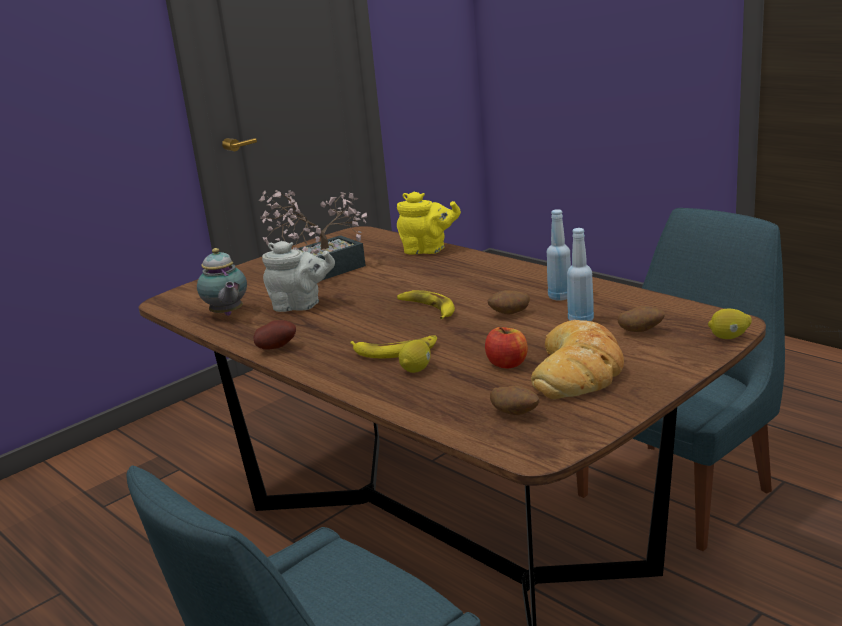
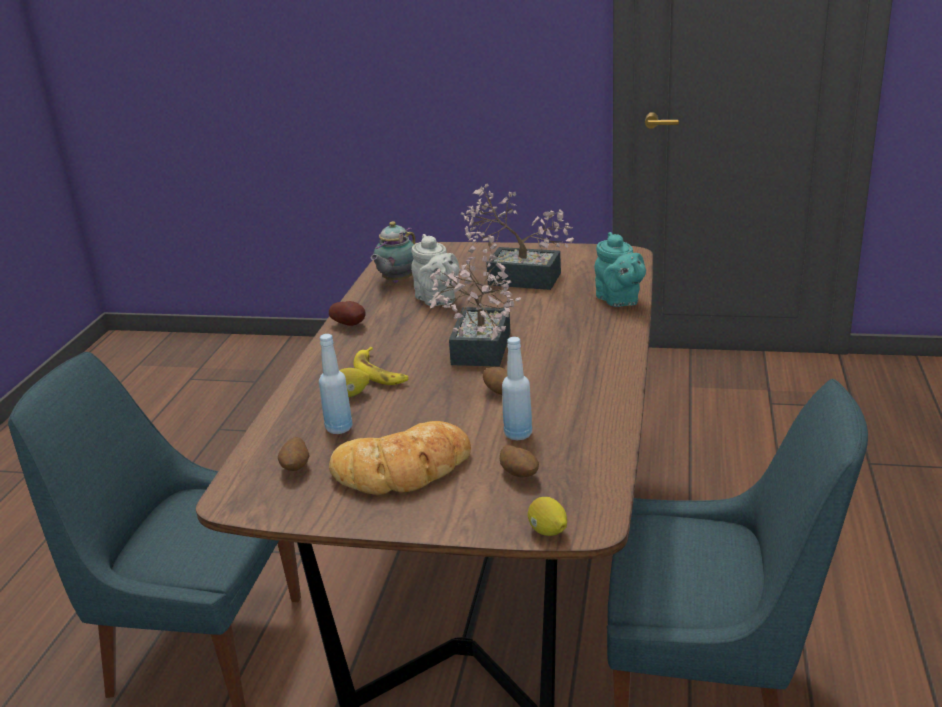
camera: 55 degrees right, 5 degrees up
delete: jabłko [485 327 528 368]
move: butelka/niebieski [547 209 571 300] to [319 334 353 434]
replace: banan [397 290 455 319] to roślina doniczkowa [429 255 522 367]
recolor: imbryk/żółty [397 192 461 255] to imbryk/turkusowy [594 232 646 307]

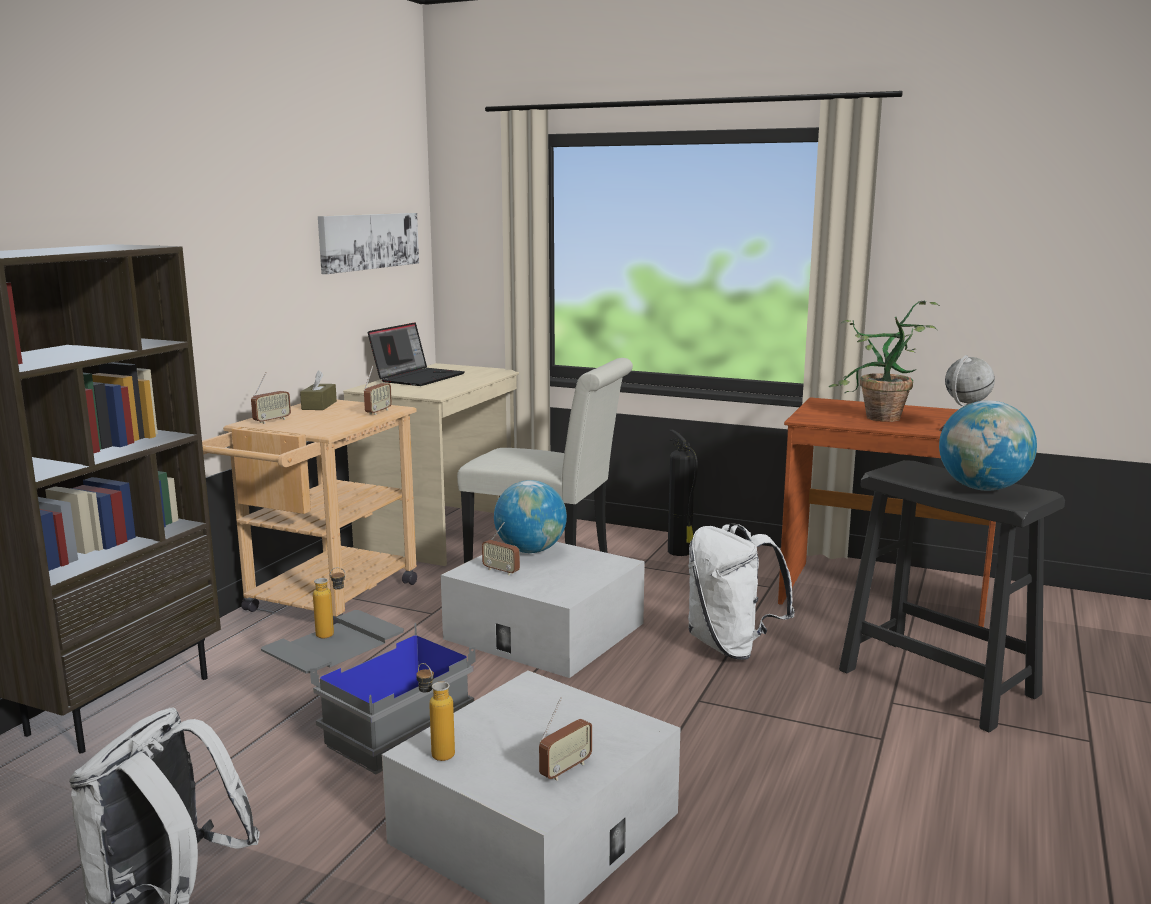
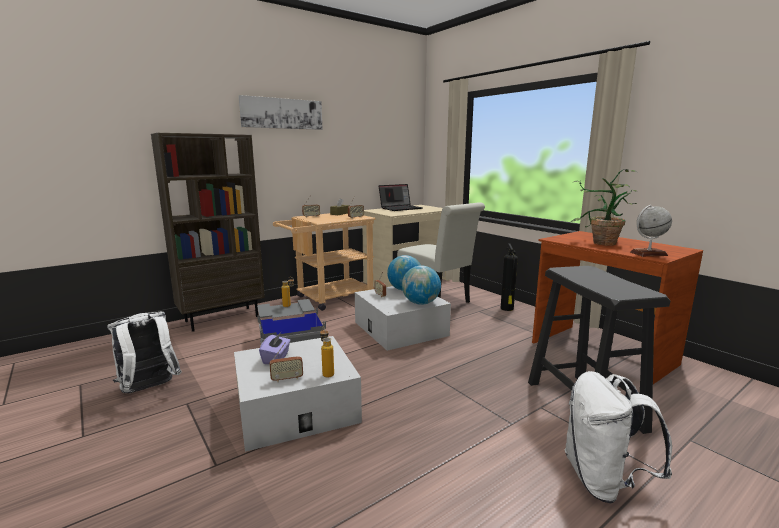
camera: 30 degrees right, 0 degrees up
insert: pudełko chusteczek/fioletowy [259 332 291 364]
move: obraz [318 213 419 274] to [239 95 323 130]; butelka [416 663 455 761] to [320 327 334 377]; globus [939 400 1037 491] to [402 265 441 305]; plecak/biały [688 523 795 660] to [564 371 672 503]

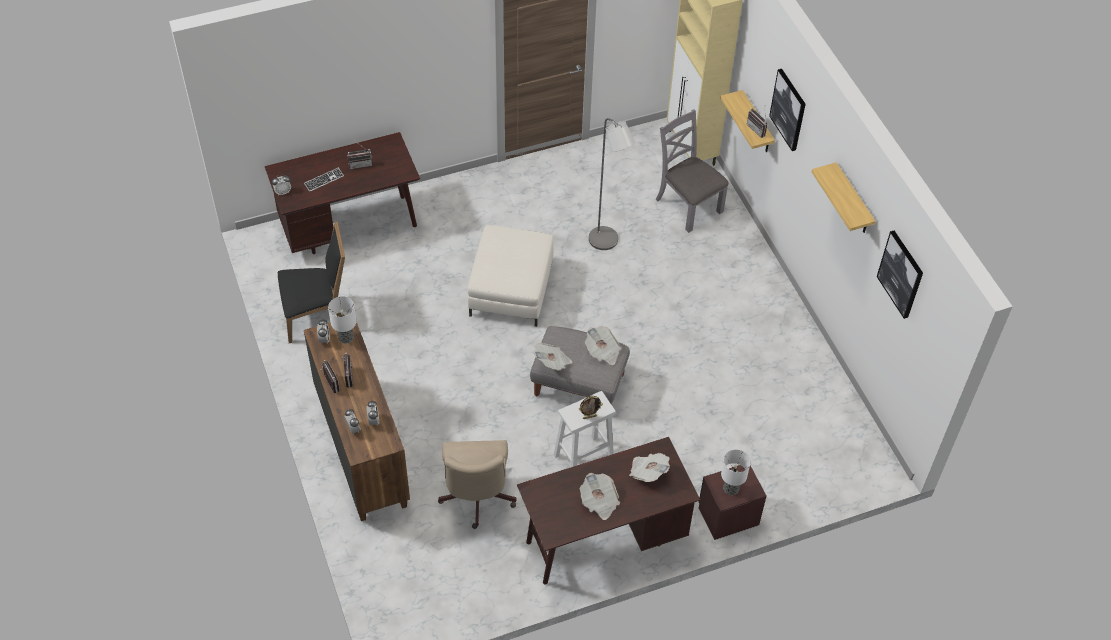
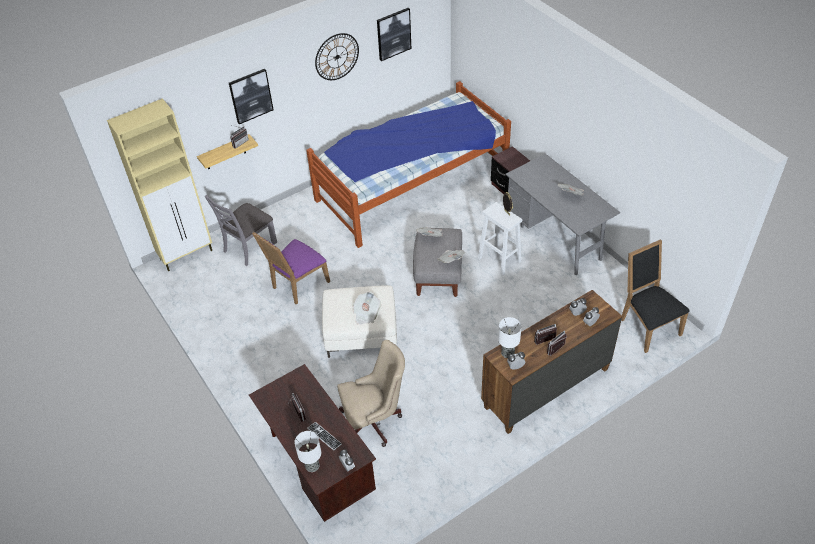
camera: 100 degrees left, 5 degrees down
insert: łóżko [306 81 511 248]
move: lampa stołowa [721 450 751 495] to [294 431 321 472]; krzesło biurowe/beżowy [438 440 517 529] to [337 340 405 447]; gazeta [629 453 670 482] to [353 292 381 324]; krzesło/czarny [278 221 345 343] to [621 239 690 353]
replace: lampa stojąca/szary [589 118 635 250] to krzesło/fioletowy [252 232 330 305]; półka [812 163 875 233] to zegar ścienny [315 33 359 80]
recolor: biurko/brązowy [517 437 700 585] to biurko/szary [506 154 620 275]

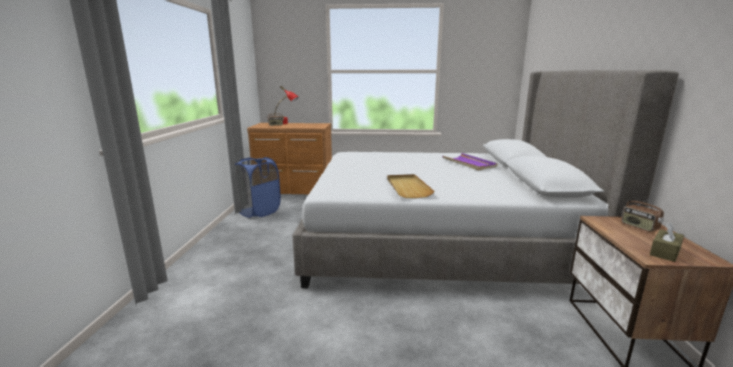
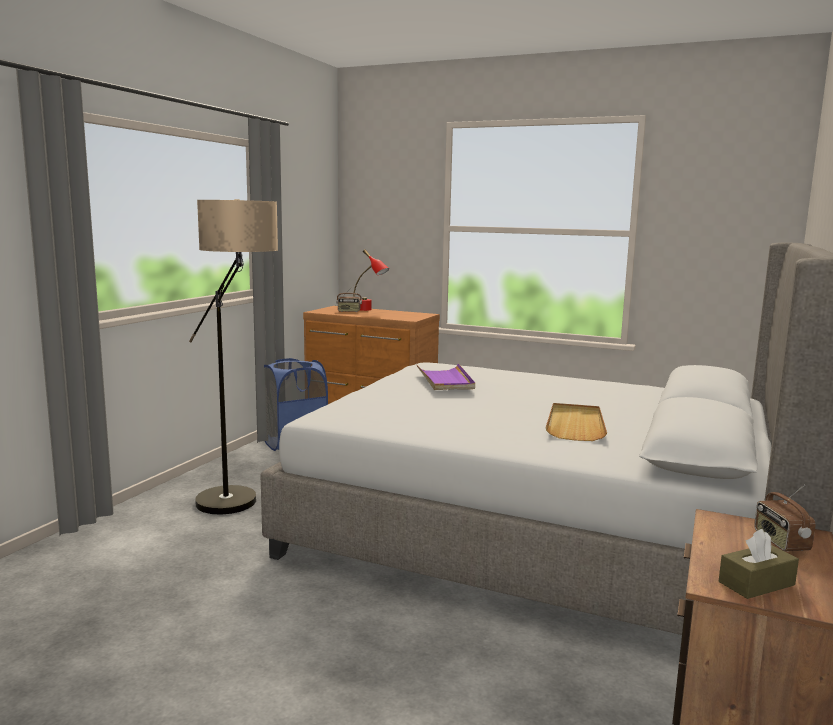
camera: 20 degrees right, 5 degrees down
insert: lampa stojąca [189 199 278 515]
move: taca/fioletowy [442 153 498 170] to [416 363 475 390]; taca/beżowy [387 174 434 198] to [545 403 607 441]

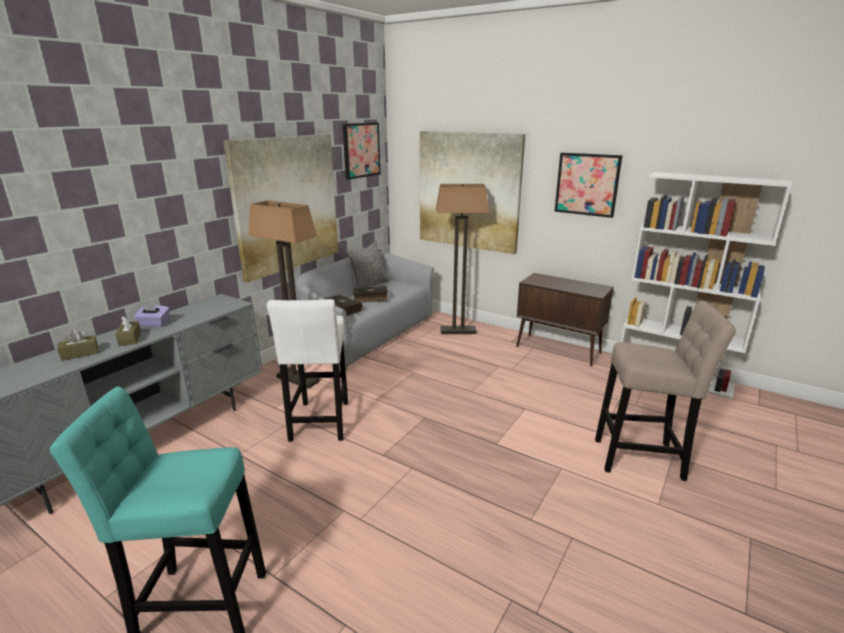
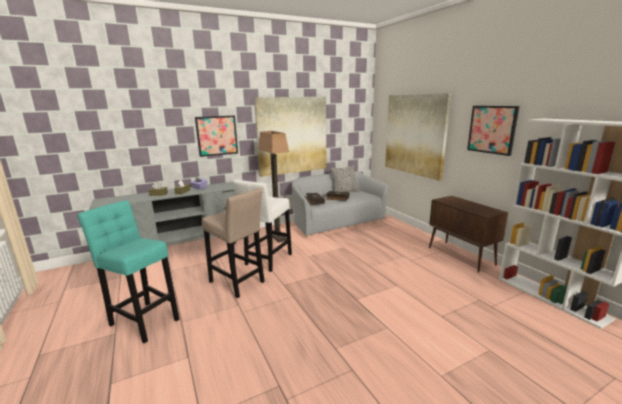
camera: 30 degrees right, 5 degrees down
delete: lampa stojąca [436 184 489 334]
move: obraz [343 123 380 180] to [195 116 238 157]; stołek/beżowy [595 301 736 481] to [202 188 265 298]

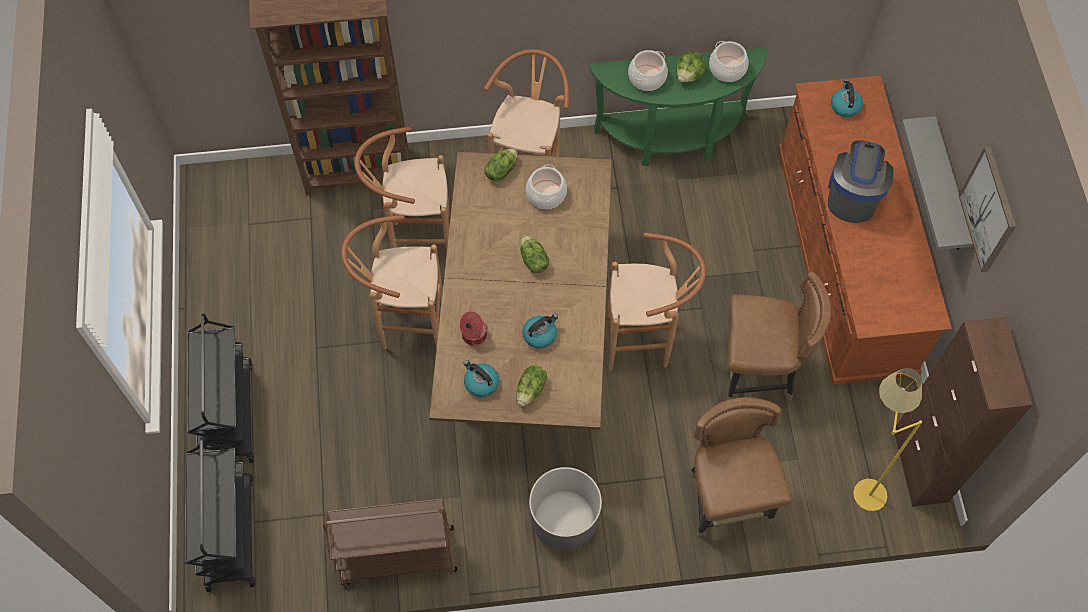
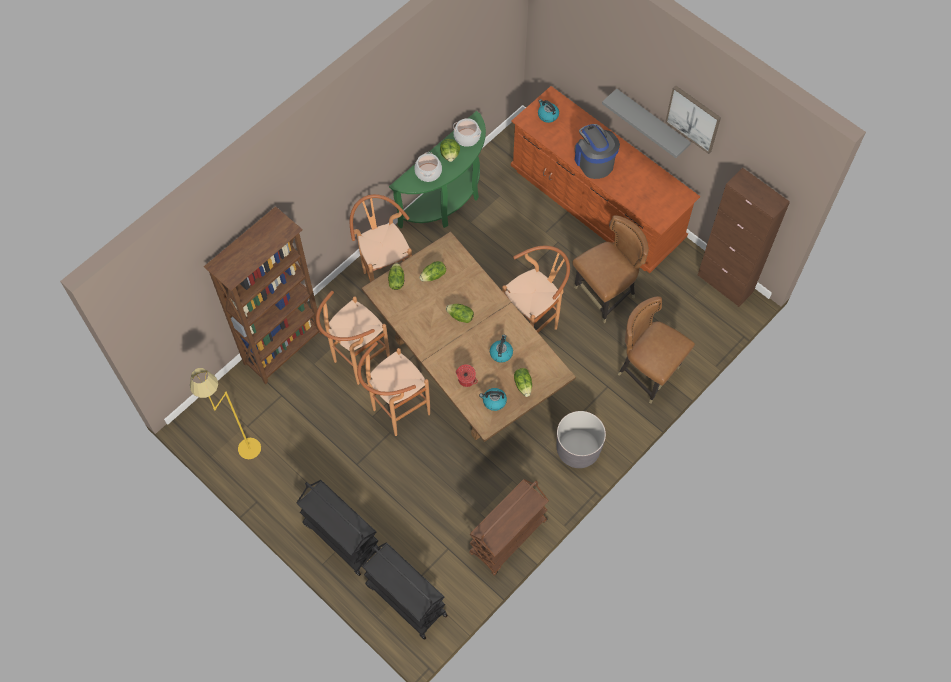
camera: 40 degrees left, 0 degrees up
move: lampa stojąca/żółty [853 368 922 511] to [190 368 261 459]
replace: garnek [526 164 567 209] to sałata [419 261 446 282]

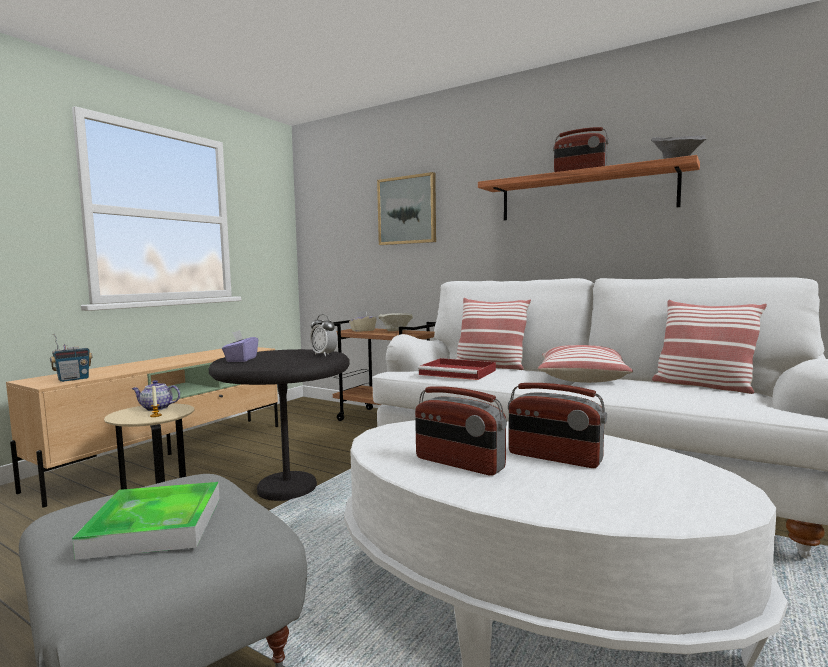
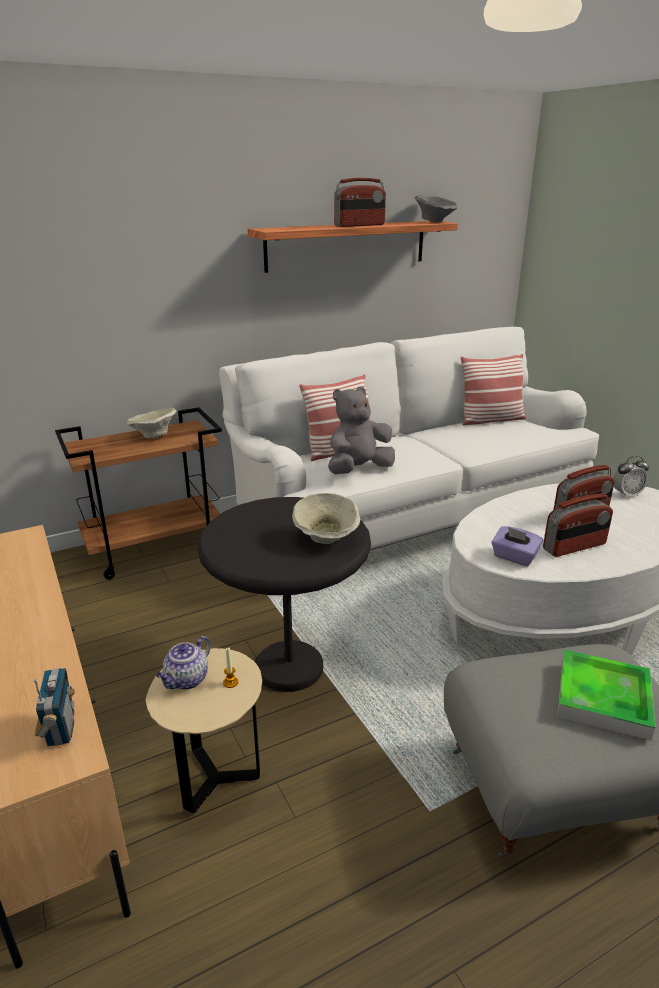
camera: 60 degrees left, 20 degrees up
delete: pudełko chusteczek/beżowy [349 311 377 332]; obraz [377 172 436 245]; poduszka [538 345 633 383]
insert: miska/beżowy [292 493 360 544]
move: pudełko chusteczek/fioletowy [222 330 258 362] to [492 526 543 566]; budzik [310 314 338 356] to [613 456 649 498]
replace: taca/czerwony [418 358 496 380] to pluszak/szary [328 387 395 474]

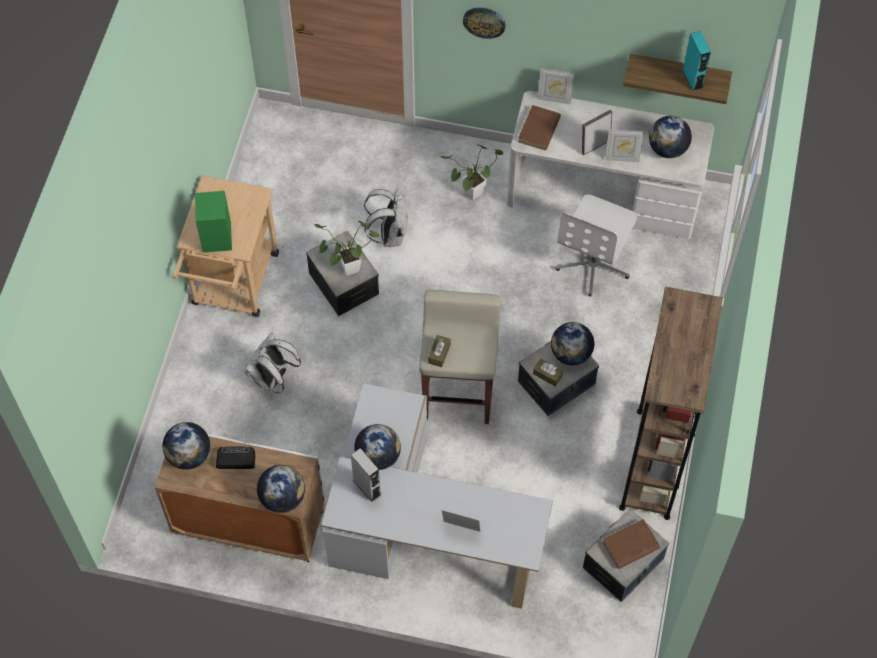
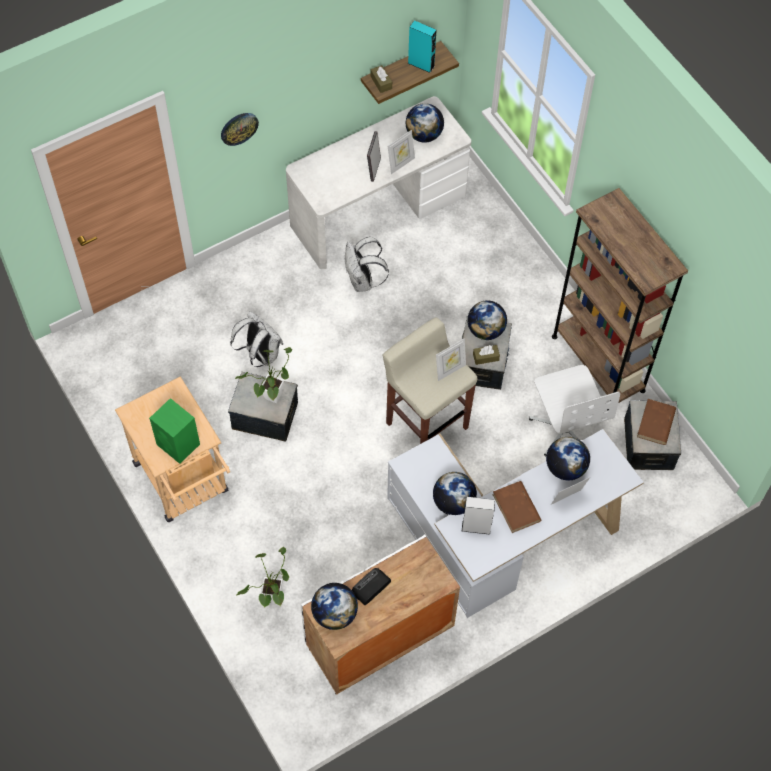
camera: 45 degrees left, 0 degrees up
move: roślina doniczkowa [441 145 503 200] to [237 547 289 608]; plecak/biały [245 332 301 393] to [345 237 389 292]; pudełko chusteczek/brązowy [428 335 451 367] to [370 65 392 93]; ramka na zdjęcie [538 69 574 104] to [436 339 466 381]; książka/brązowy [518 105 561 150] to [492 481 541 533]; krzesło biurowe/biały [555 194 638 297] to [529 365 620 456]; globus [257 465 305 513] to [546 437 590 480]

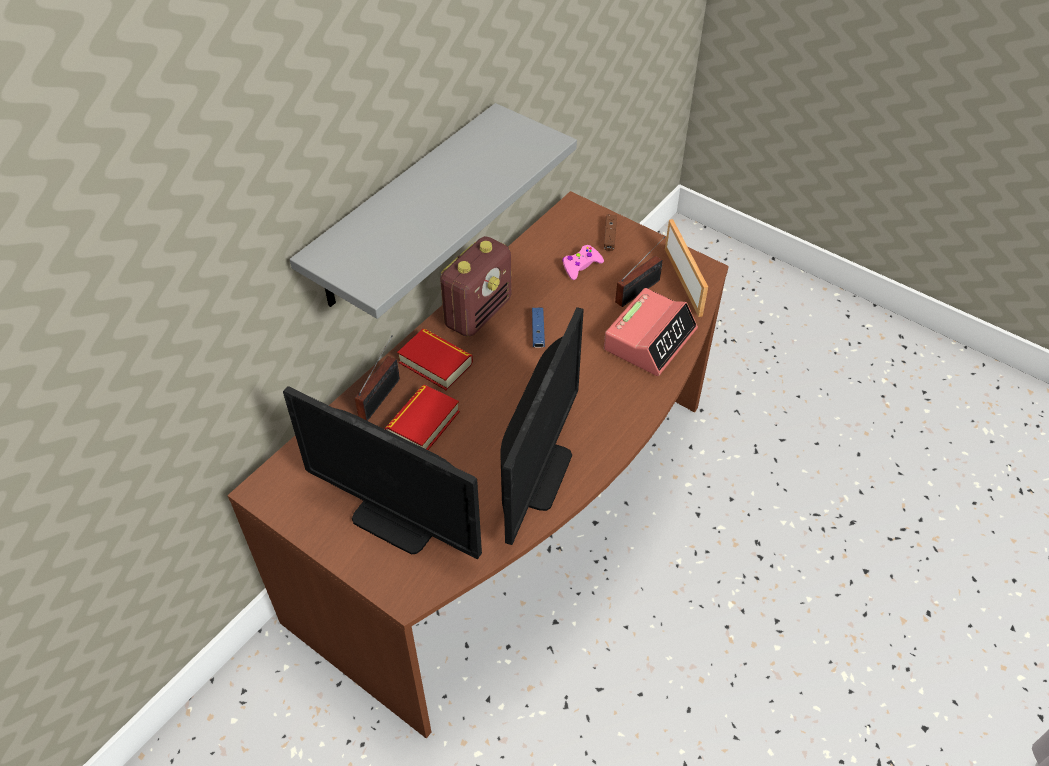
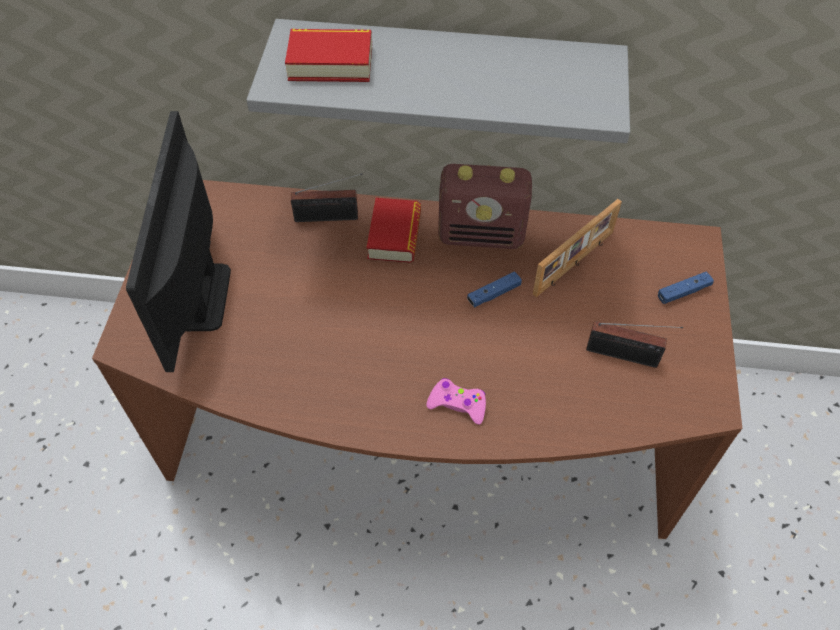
camera: 60 degrees right, 5 degrees up
delete: monitor [500 307 584 545]; budzik [604 288 698 376]
move: książka [385 385 460 450] to [285 29 372 82]; pad do gier/różowy [562 245 604 280] to [427 378 486 425]; ramka na zdjęcie [665 219 708 317] to [533 199 622 297]
recolor: pad do gier/brązowy [604 215 617 251] to pad do gier/niebieski [658 271 714 304]

